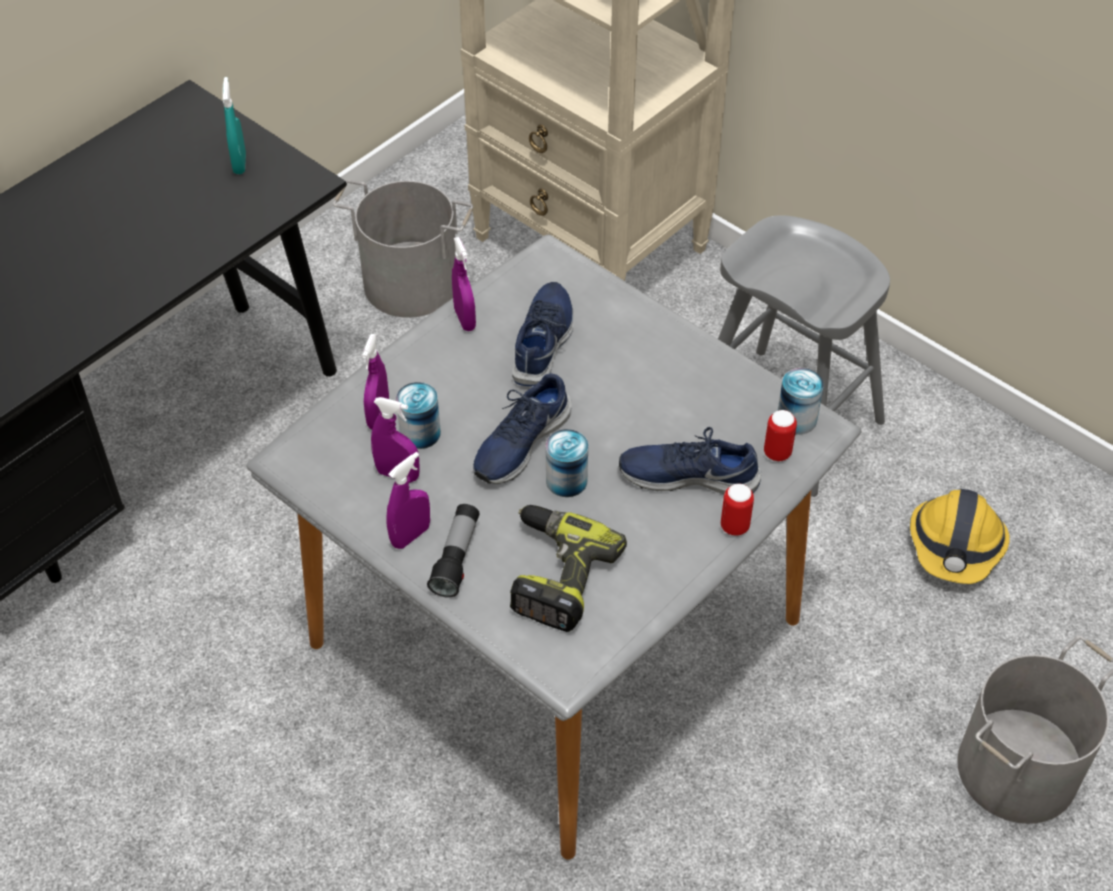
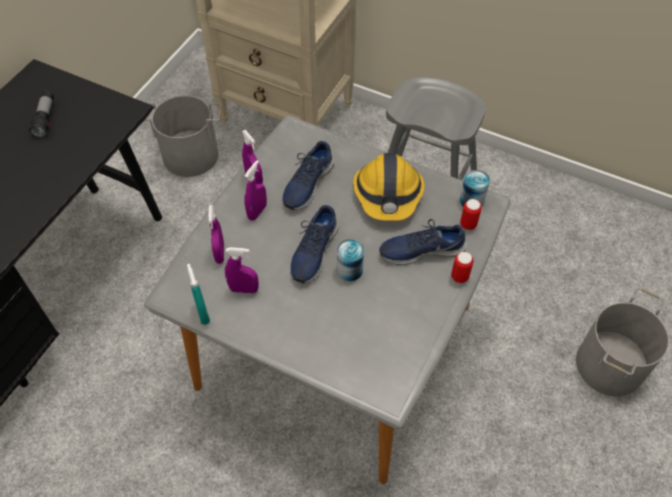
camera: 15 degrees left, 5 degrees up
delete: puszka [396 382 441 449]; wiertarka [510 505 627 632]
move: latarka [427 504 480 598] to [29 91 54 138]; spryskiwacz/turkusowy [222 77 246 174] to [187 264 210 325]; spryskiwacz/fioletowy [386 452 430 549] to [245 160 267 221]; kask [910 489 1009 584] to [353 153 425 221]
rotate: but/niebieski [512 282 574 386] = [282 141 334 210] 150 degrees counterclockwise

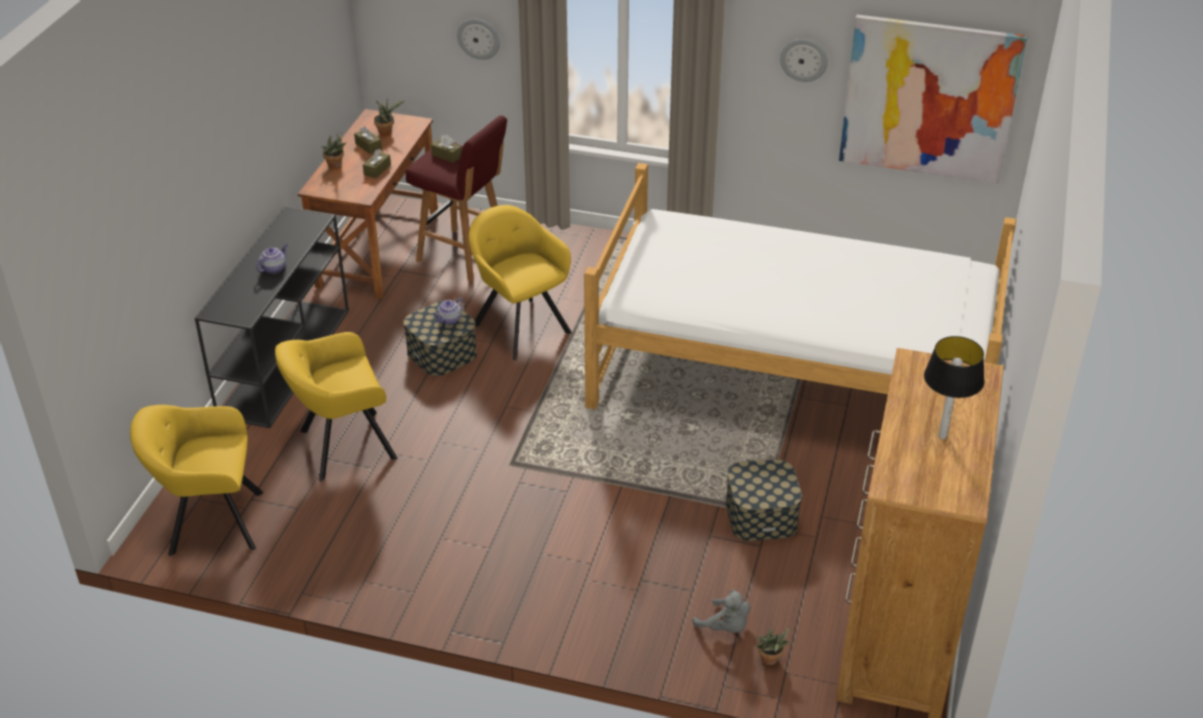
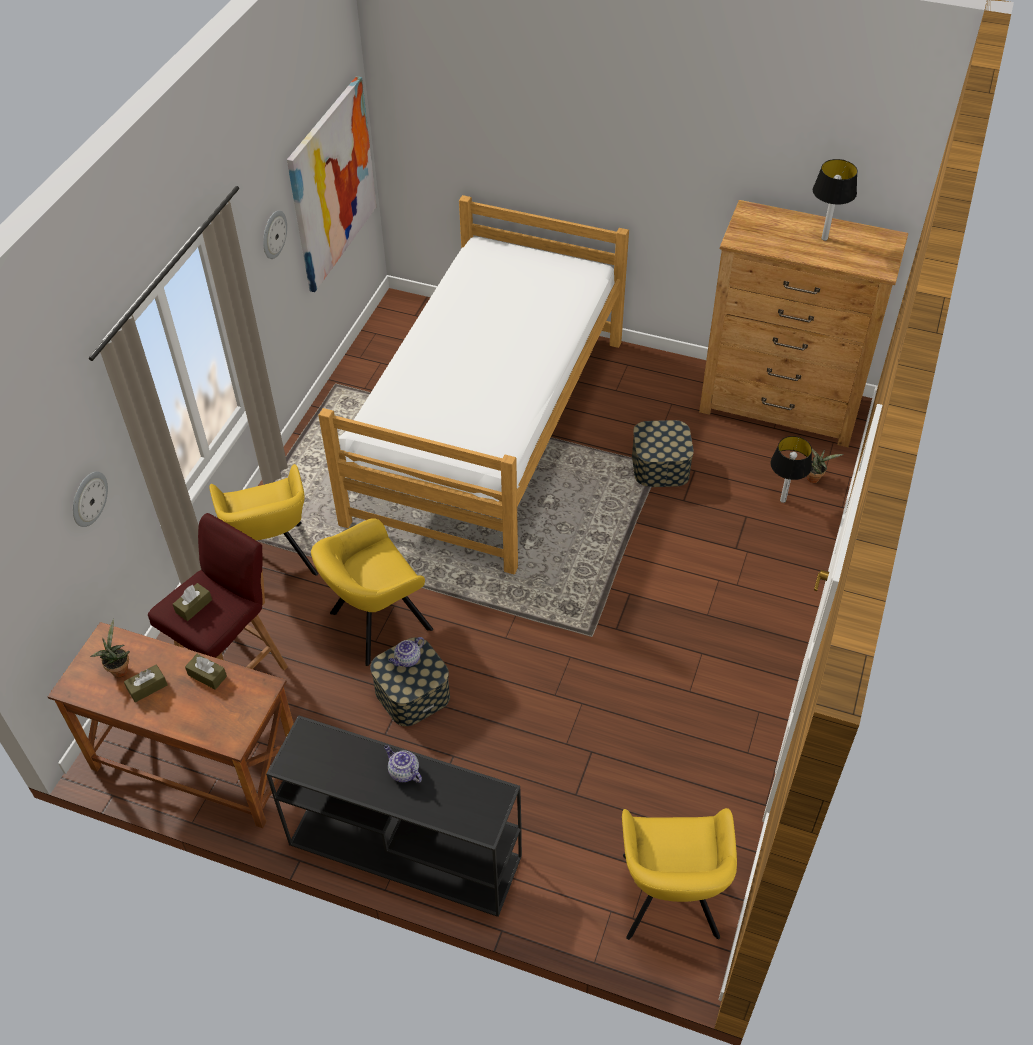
camera: 85 degrees left, 10 degrees up
delete: roślina doniczkowa [322 132 346 169]
move: fotel/żółty [275 332 398 481] to [209 464 318 575]
replace: pluszak/szary [693 589 750 633] to lampa stołowa [771 436 812 503]
rotate: imbryk [433 298 464 325] = [389 637 424 667] 90 degrees clockwise

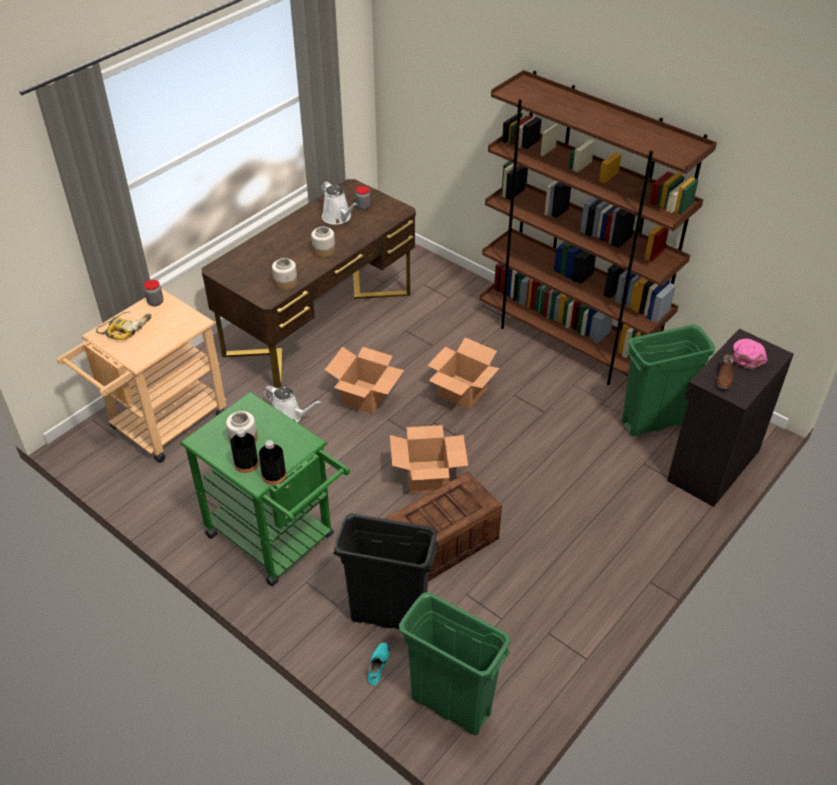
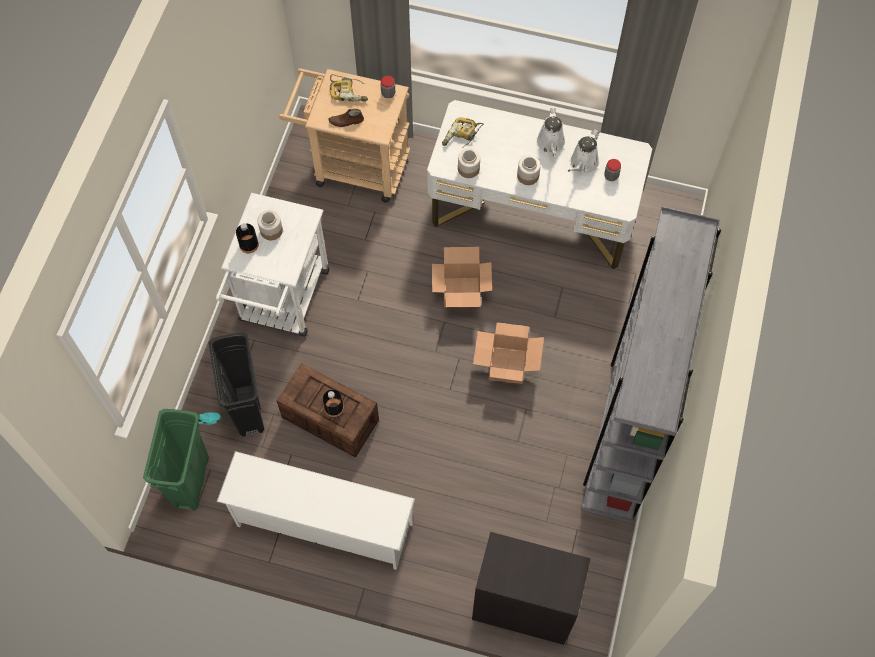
camera: 65 degrees right, 20 degrees up
delete: karton [390 425 468 494]; kosz na śmieci/zielony [622 324 715 436]; czapka z daszkiem/różowy [733 339 767 370]
insert: regał na buty/biały [216 451 415 570]; wiertarka [442 117 484 148]
move: butelka/czarny [259 440 287 485] to [323 390 344 417]; but/brązowy [716 354 734 389] to [328 109 364 127]; konewka/biały [263 385 322 422] to [536 108 566 156]
recolor: wózek/zielony [180 392 350 586] to wózek/biały [216 193 330 337]; biurko/brązowy [202 179 416 388] to biurko/biały [427 100 652 269]; regał/brązowy [480 70 717 385] to regał/szary [581 206 721 523]

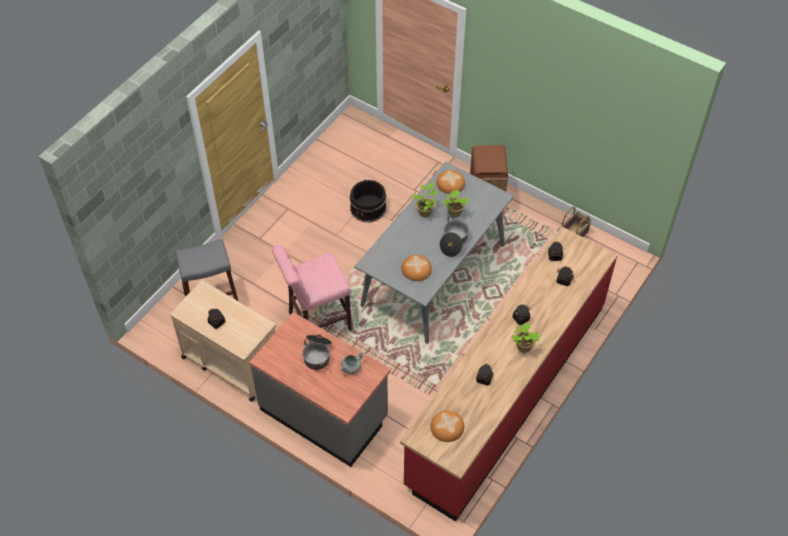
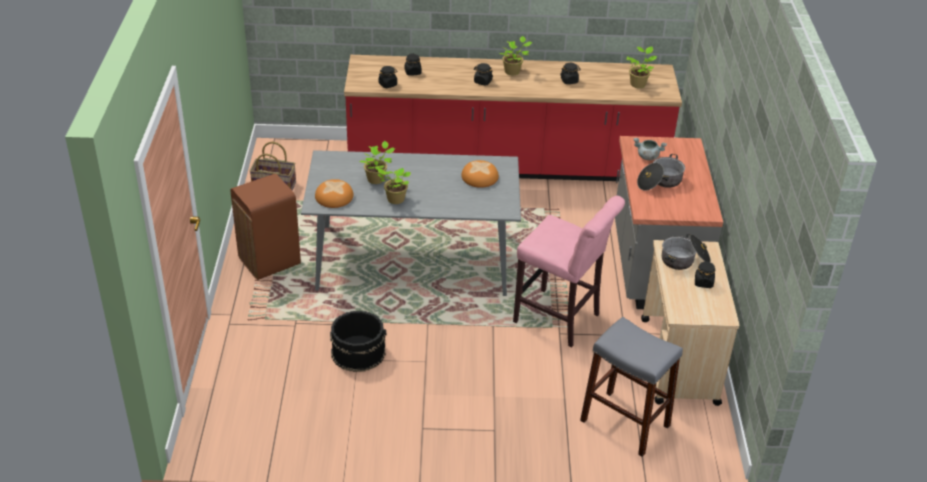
camera: 125 degrees left, 15 degrees down
move: garnek [440 216 469 257] to [662 234 711 270]
replace: chleb [430 410 464 442] to roślina doniczkowa [626 46 657 88]

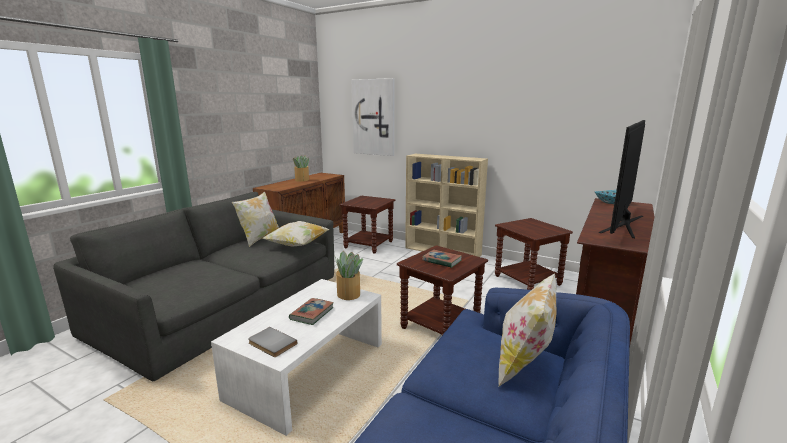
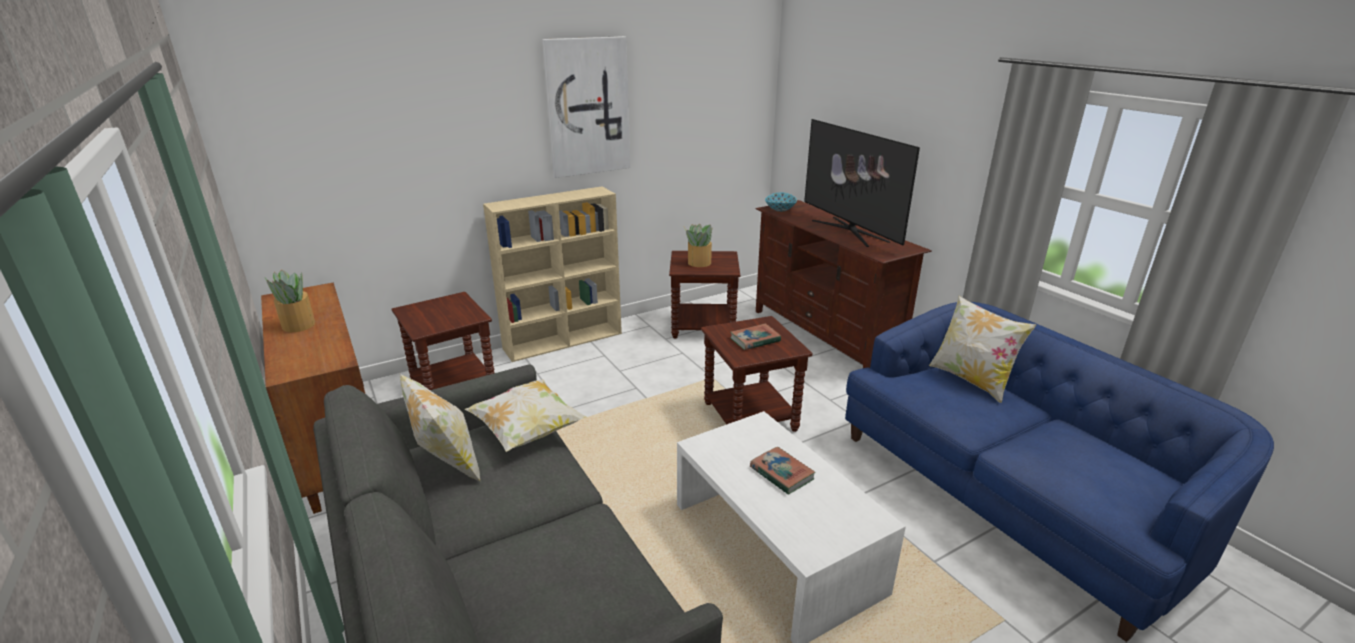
camera: 60 degrees left, 10 degrees up
delete: książka/szary [248 327 297 357]
move: obraz [352 78 395 156] to [542 36 630 178]; roślina doniczkowa [334 251 363 300] to [684 224 713 267]

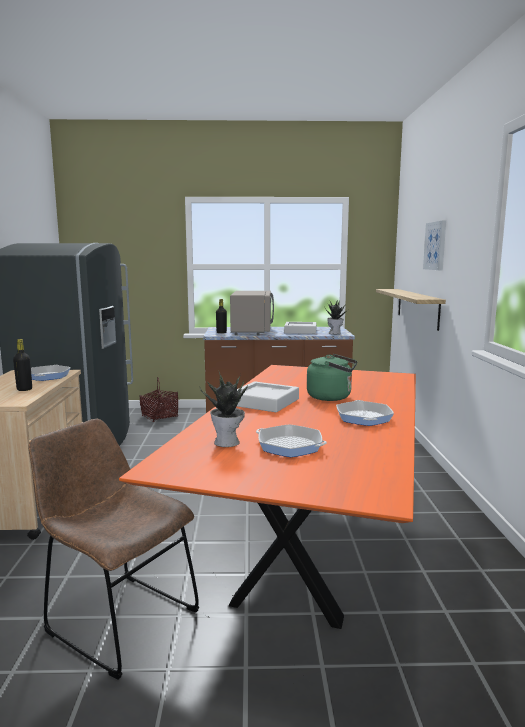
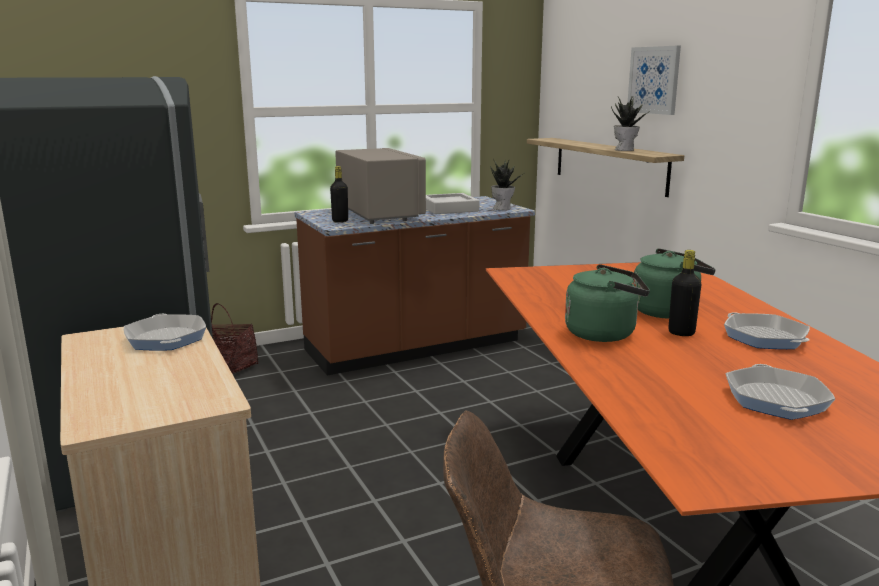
camera: 25 degrees left, 5 degrees up
move: roślina doniczkowa [199 372 248 447] to [611 96 647 151]; butelka/czarny [13 339 32 391] to [668 250 702 336]
replace: taca/szary [237 381 299 412] to czajnik/zielony [565 264 650 342]
rotate: patelnia [256 424 327 457] = [725 364 835 420] 90 degrees counterclockwise

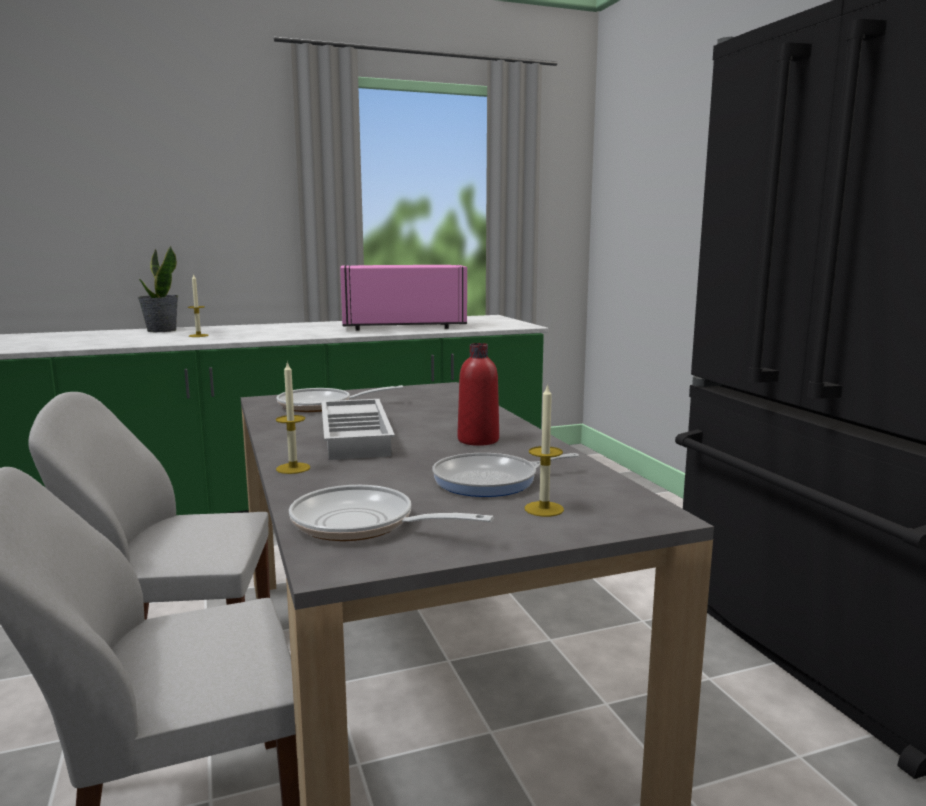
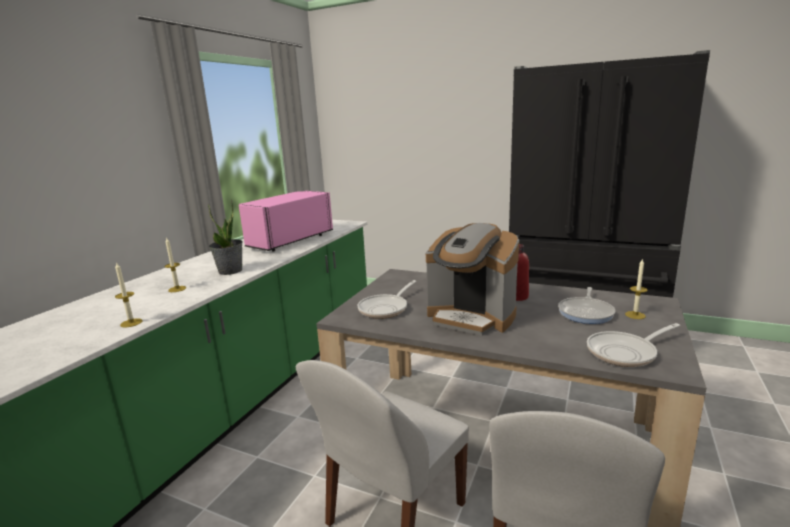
camera: 45 degrees left, 5 degrees up
move: świeca [276 361 310 474] to [115 262 143 327]; roślina doniczkowa [138 246 178 332] to [208 200 243 275]
replace: taca/biały [321 399 395 460] to ekspres do kawy [426 223 519 336]

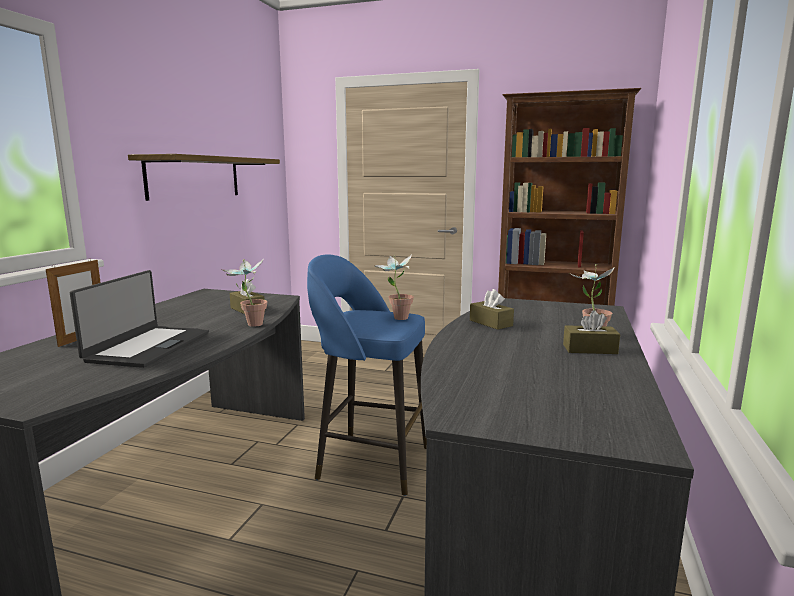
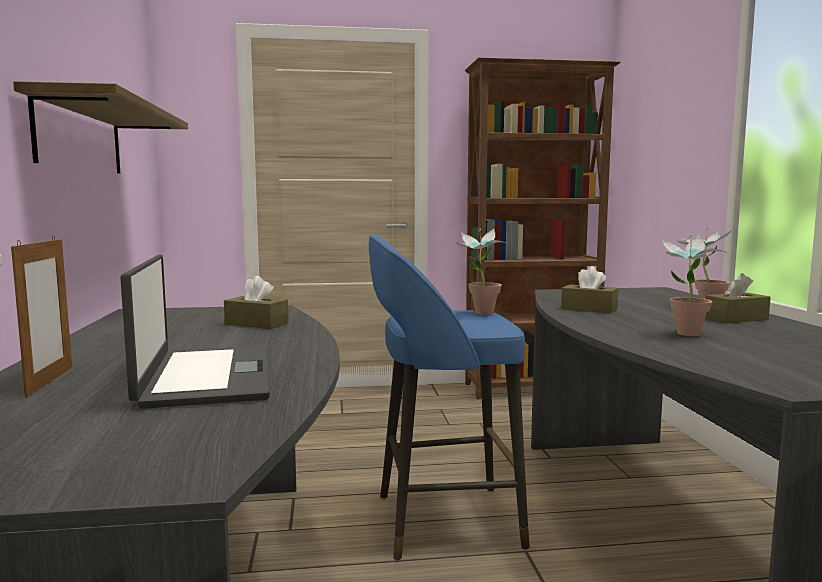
camera: 25 degrees left, 5 degrees down
move: roślina doniczkowa [223 259 268 327] to [661 234 727 336]

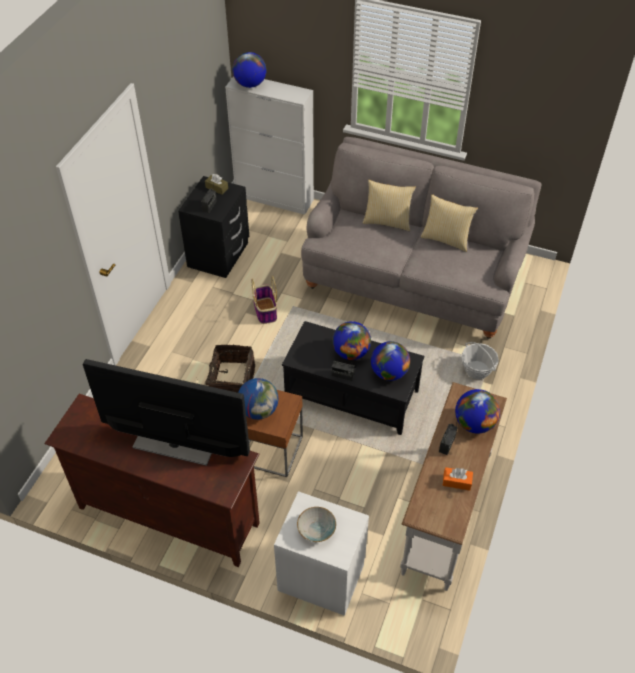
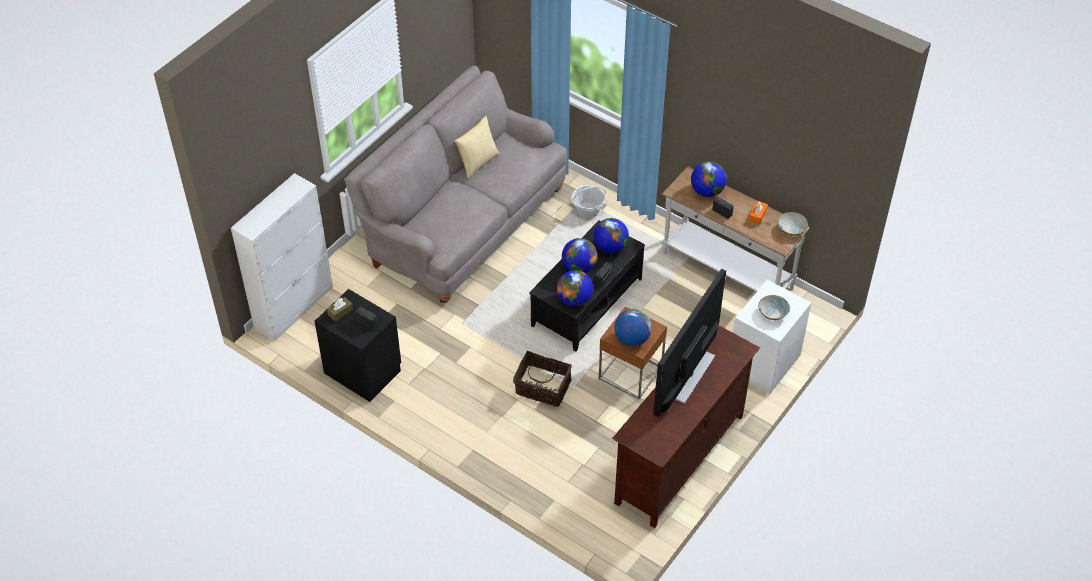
camera: 75 degrees left, 0 degrees up
delete: koszyk [251 276 277 324]; poduszka [363 180 416 231]
insert: miska [778 212 808 236]
move: globus [232 52 266 88] to [557 270 593 307]

